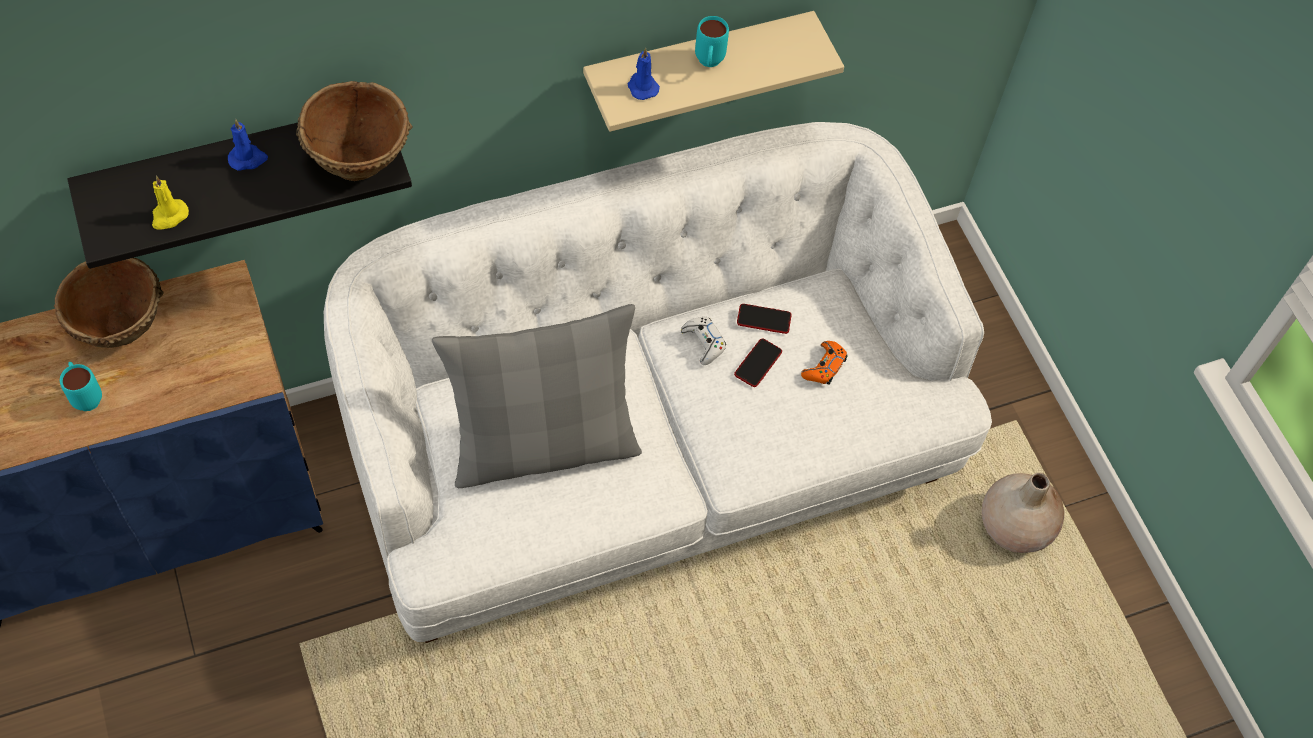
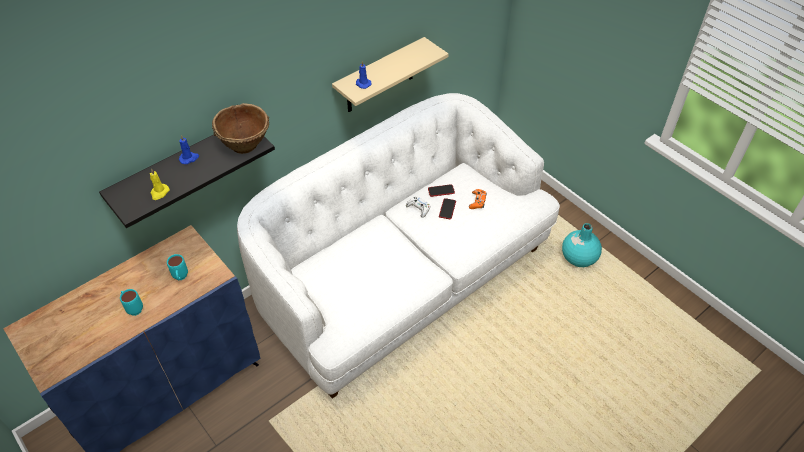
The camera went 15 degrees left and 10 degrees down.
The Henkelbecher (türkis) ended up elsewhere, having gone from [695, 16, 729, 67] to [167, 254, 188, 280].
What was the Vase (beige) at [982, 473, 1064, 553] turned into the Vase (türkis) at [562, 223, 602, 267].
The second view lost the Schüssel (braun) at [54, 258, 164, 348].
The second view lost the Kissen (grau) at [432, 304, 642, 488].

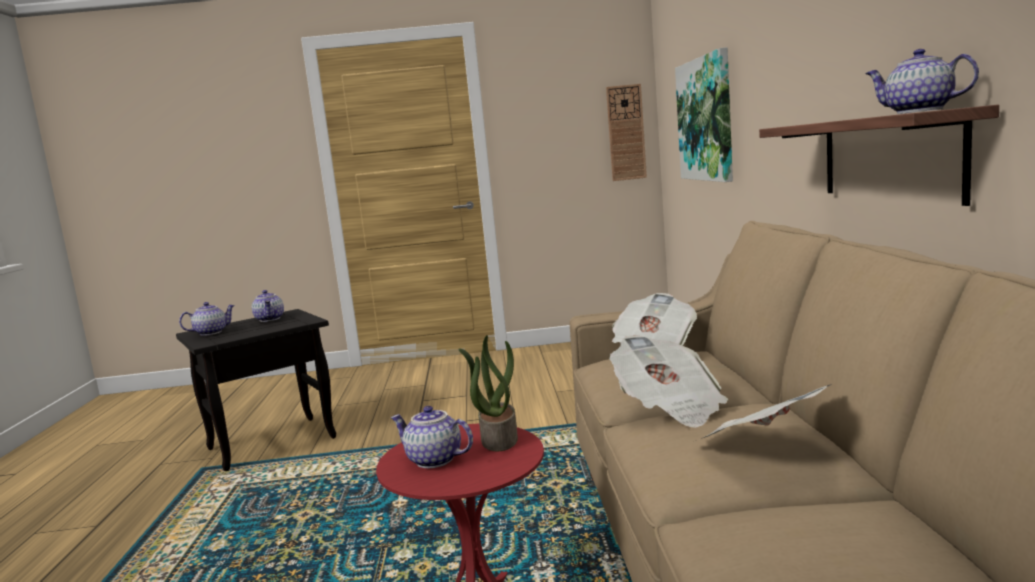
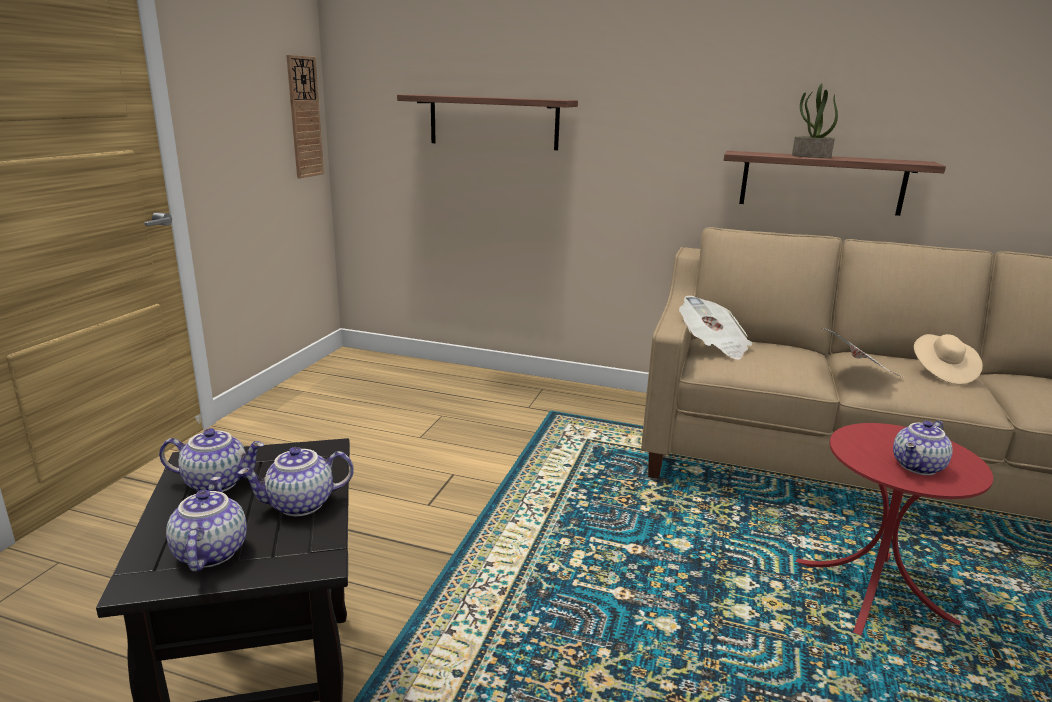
The camera went 70 degrees left and 10 degrees up.
The Teekanne ended up elsewhere, having gone from [865, 49, 979, 114] to [238, 447, 354, 516].
Where the Bild hung at [675, 47, 733, 182], the Wandregal came to hang at [397, 95, 578, 150].
The Topfpflanze ended up elsewhere, having gone from [458, 335, 518, 451] to [792, 83, 838, 158].
Where the Zeitung stood at [701, 384, 832, 439], the Hut (beige) came to stand at [914, 334, 983, 384].

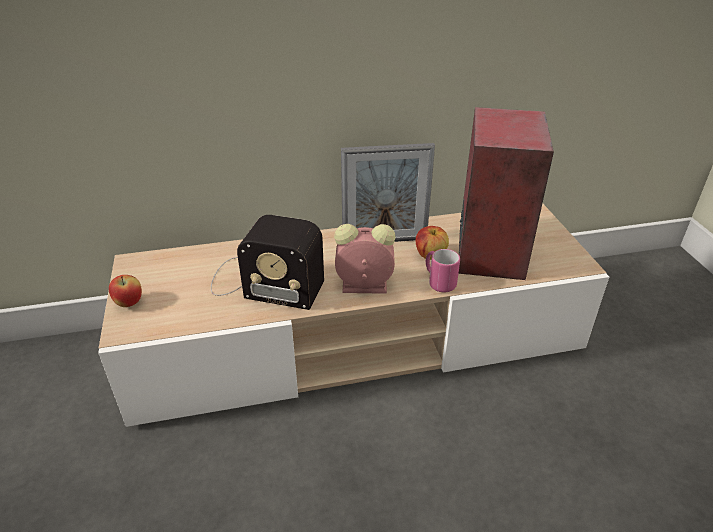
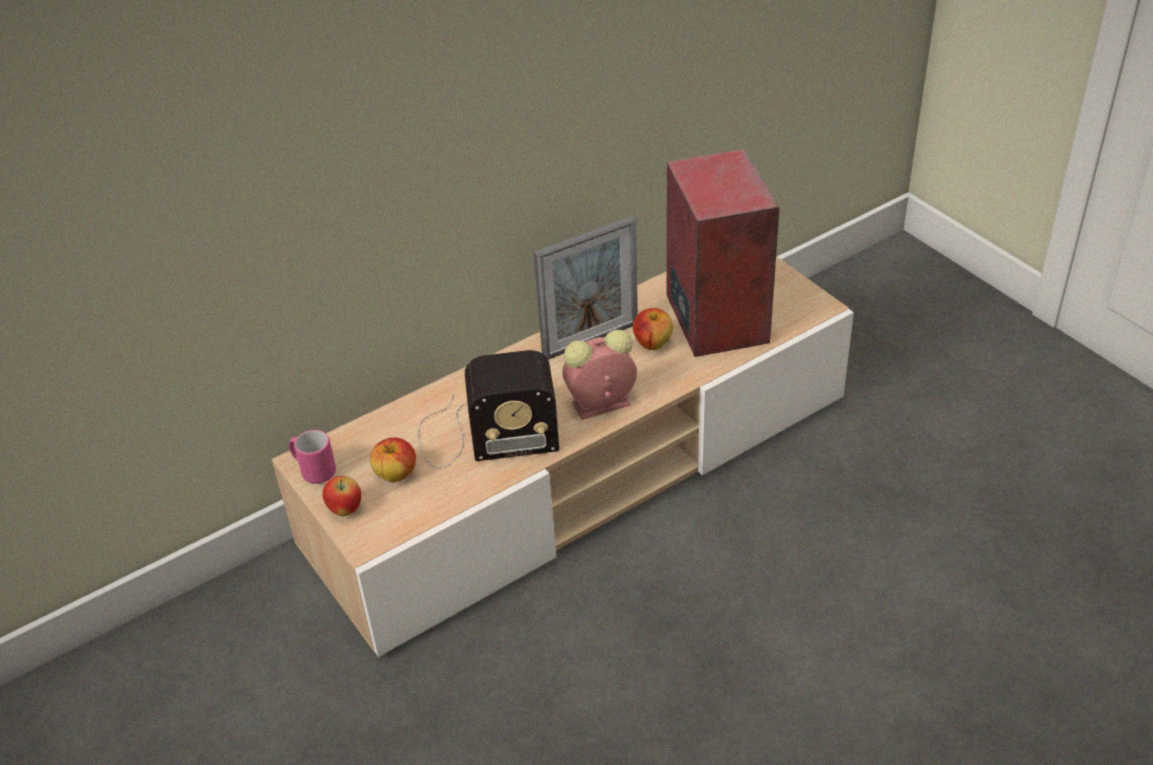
The camera went 20 degrees left and 5 degrees up.
The Henkelbecher (rosa) ended up elsewhere, having gone from [426, 249, 460, 292] to [289, 430, 336, 484].
The second view gained the Apfel at [370, 438, 416, 482].

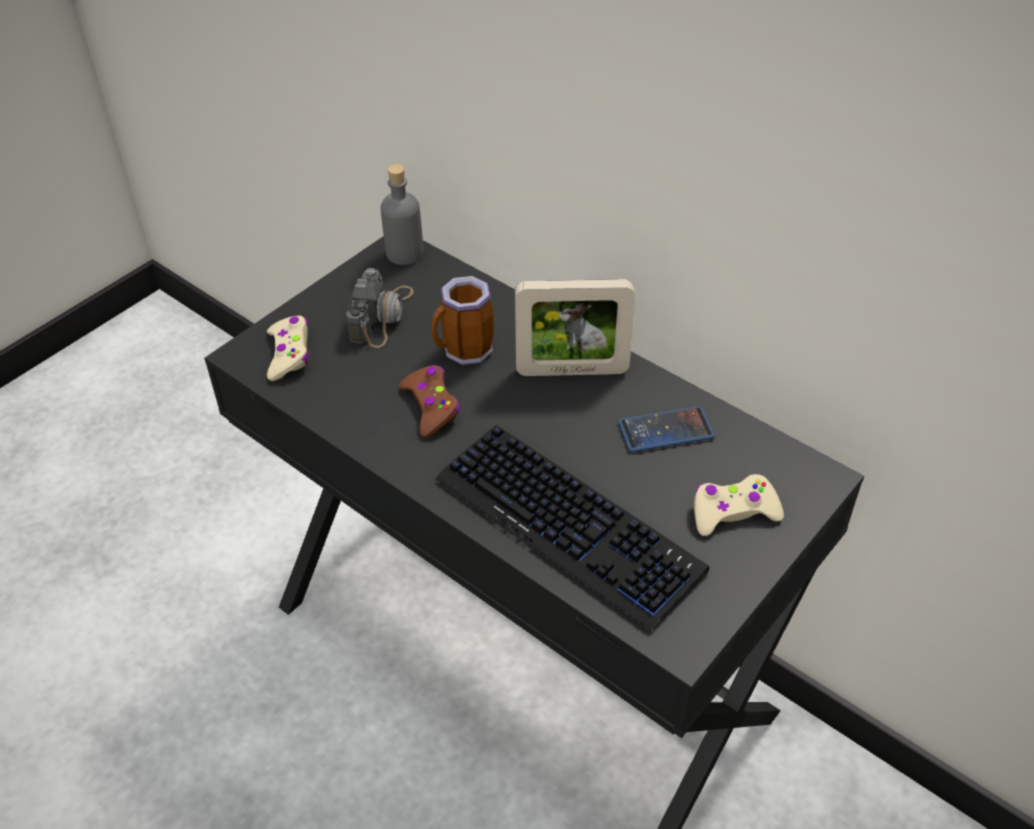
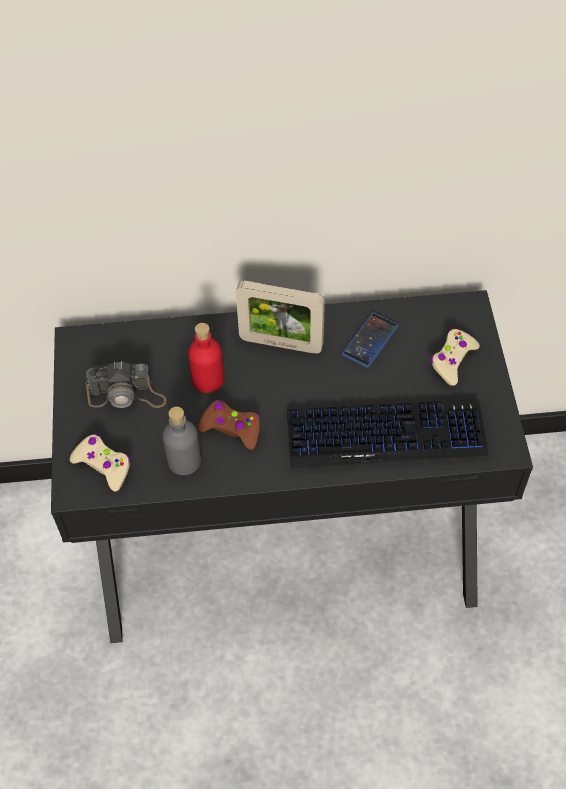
The camera went 45 degrees left and 10 degrees up.
The Kamera at [346, 268, 414, 348] ended up facing another way, 120 degrees clockwise from before.
The Flasche (grau) ended up elsewhere, having gone from [380, 164, 424, 265] to [162, 407, 201, 475].
Where the Henkelbecher stood at [431, 276, 494, 365], the Flasche (rot) came to stand at [188, 323, 224, 393].
The Bilderrahmen at [515, 279, 636, 376] ended up facing another way, 60 degrees clockwise from before.

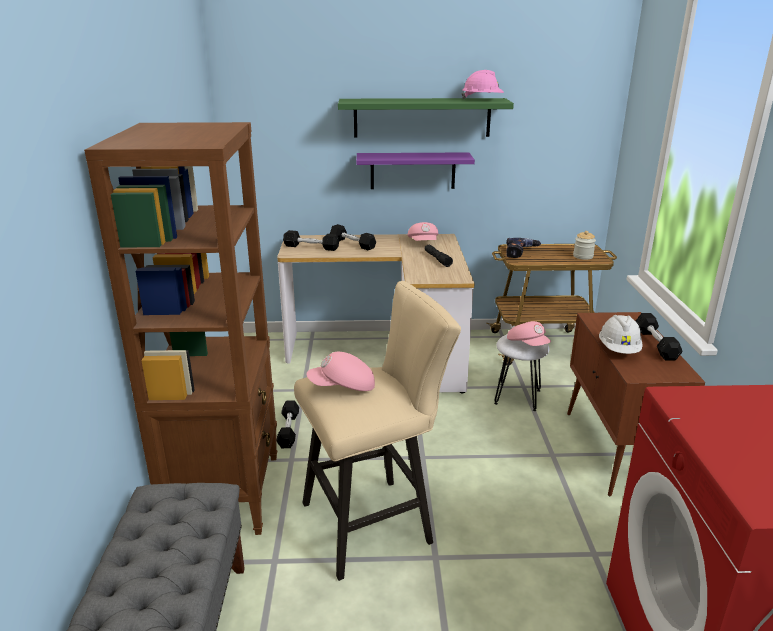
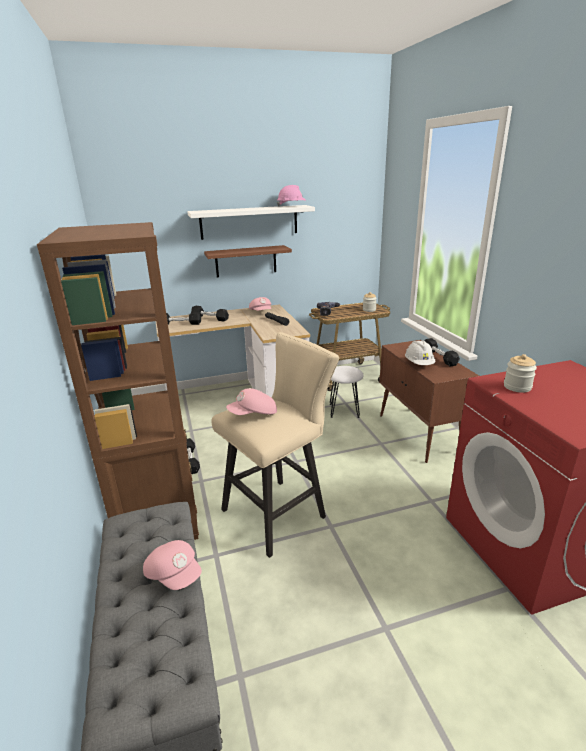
The camera went 15 degrees left and 0 degrees up.
The Kappe (rosa) ended up elsewhere, having gone from [507, 321, 551, 346] to [143, 540, 202, 590].
What was the Wandregal (grün) at [338, 98, 514, 138] turned into the Wandregal (weiß) at [187, 205, 315, 240].
What was the Wandregal (lila) at [356, 152, 475, 189] turned into the Wandregal (braun) at [204, 245, 292, 277].
The second view gained the Vorratsglas at [504, 354, 537, 393].

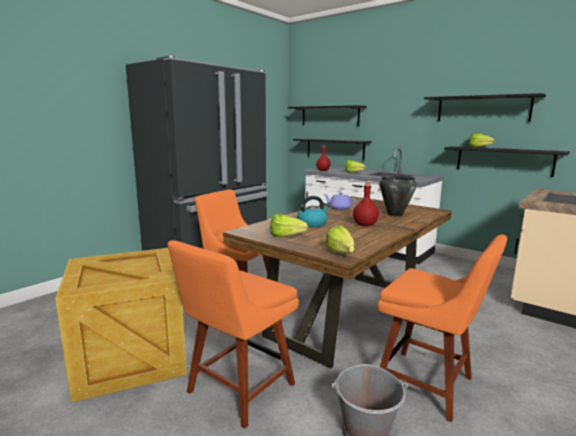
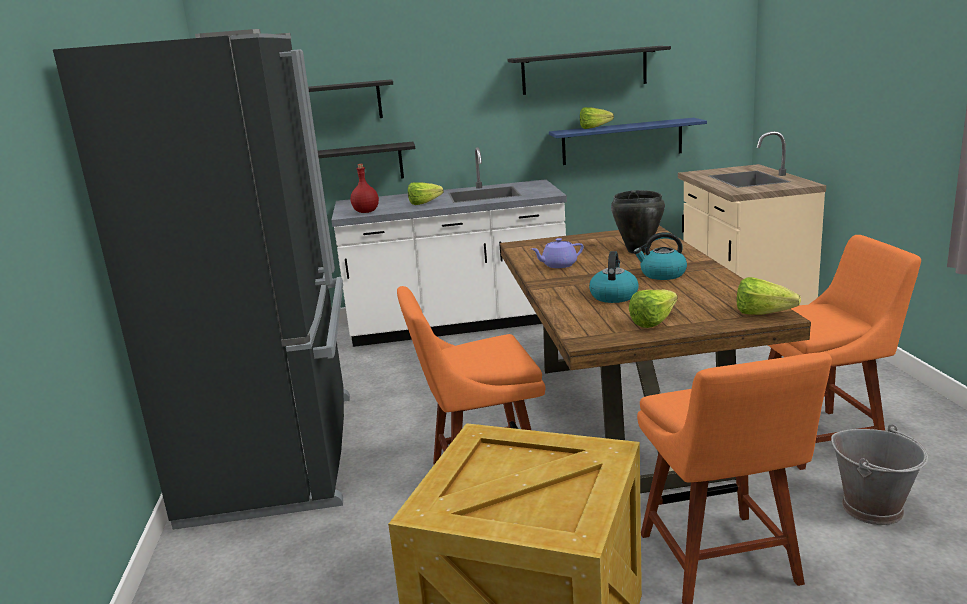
The camera went 45 degrees left and 5 degrees up.
What was the Wandregal (schwarz) at [444, 146, 570, 177] turned into the Wandregal (blau) at [549, 118, 707, 165].
Where the Flasche (rot) stood at [353, 182, 379, 226], the Wasserkessel came to stand at [633, 232, 687, 280].

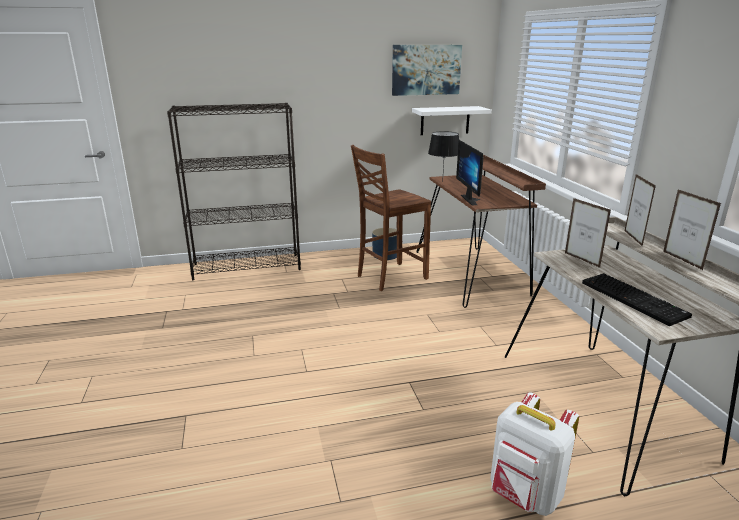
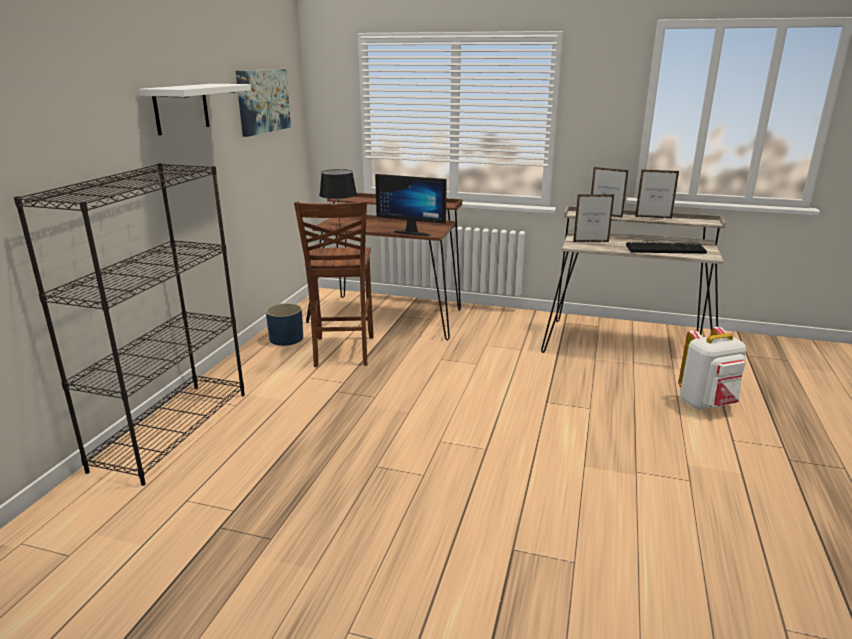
The camera went 60 degrees left and 0 degrees up.
The Wandregal (weiß) ended up elsewhere, having gone from [412, 106, 492, 135] to [139, 84, 251, 135].

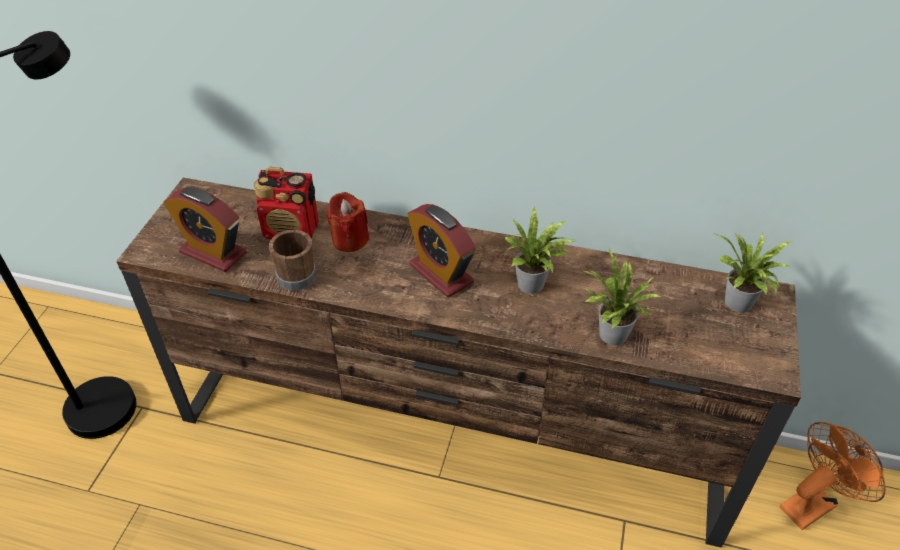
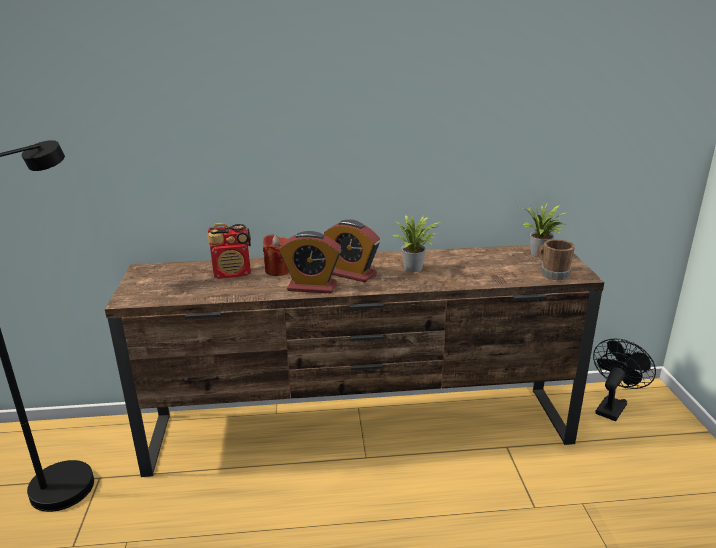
The camera went 20 degrees left and 20 degrees down.
The Wecker ended up elsewhere, having gone from [164, 187, 247, 272] to [279, 231, 341, 294].
The Henkelbecher (braun) ended up elsewhere, having gone from [269, 230, 316, 291] to [537, 239, 575, 280].
What was the Ventilator (orange) at [780, 422, 886, 530] turned into the Ventilator (schwarz) at [593, 338, 656, 421].
The second view lost the Topfpflanze at [583, 249, 661, 345].

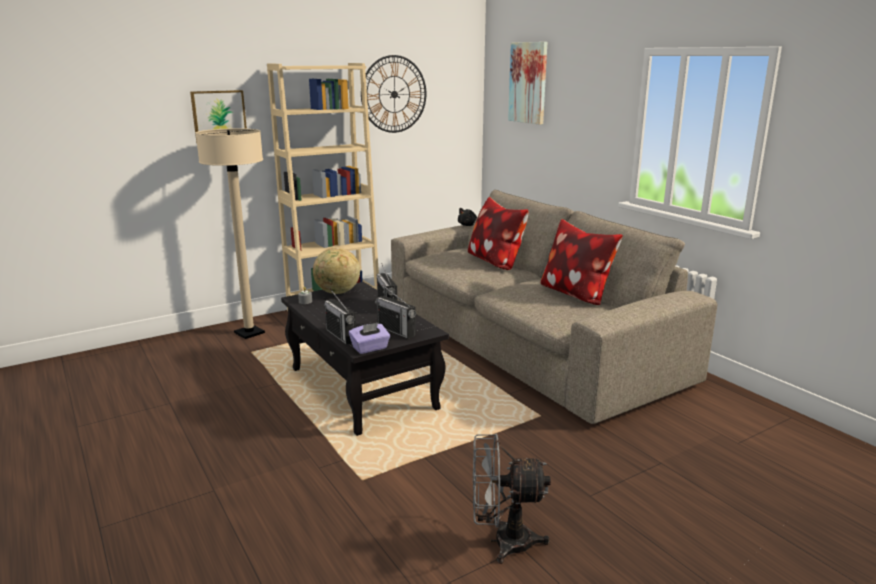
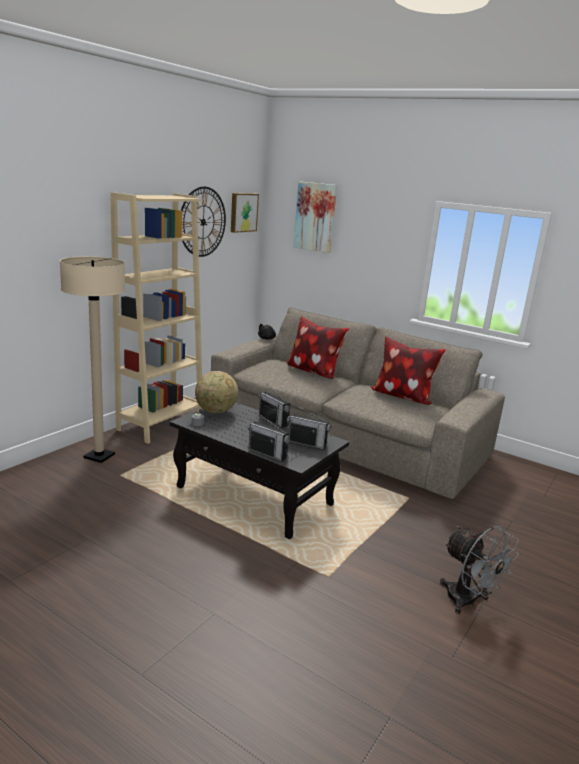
The camera went 25 degrees left and 0 degrees up.
The Bild ended up elsewhere, having gone from [190, 90, 247, 143] to [231, 193, 259, 233].
The Ventilator (grau) at [473, 433, 551, 564] ended up facing another way, 105 degrees counterclockwise from before.
The second view lost the Taschentuchbox (lila) at [349, 323, 390, 354].

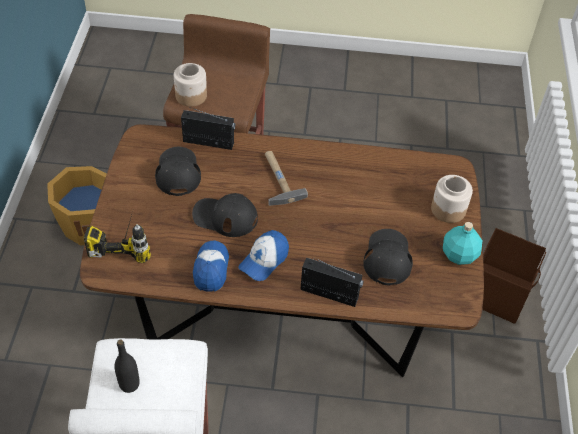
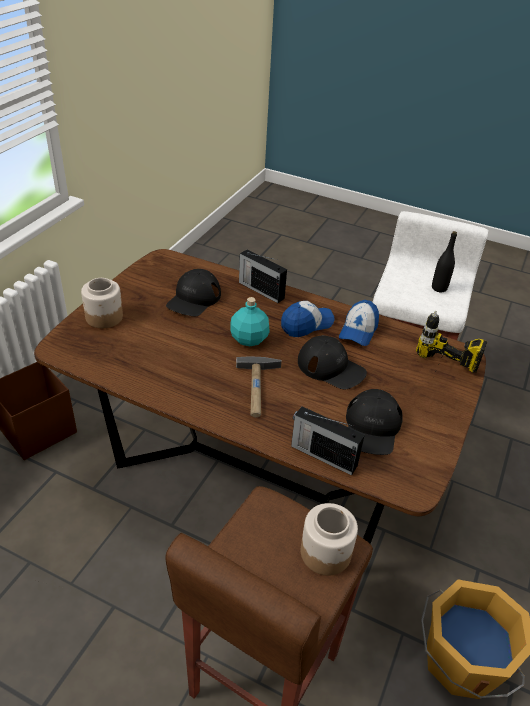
The camera went 160 degrees left and 10 degrees down.
The Flasche (türkis) ended up elsewhere, having gone from [443, 222, 482, 265] to [230, 297, 270, 346].

